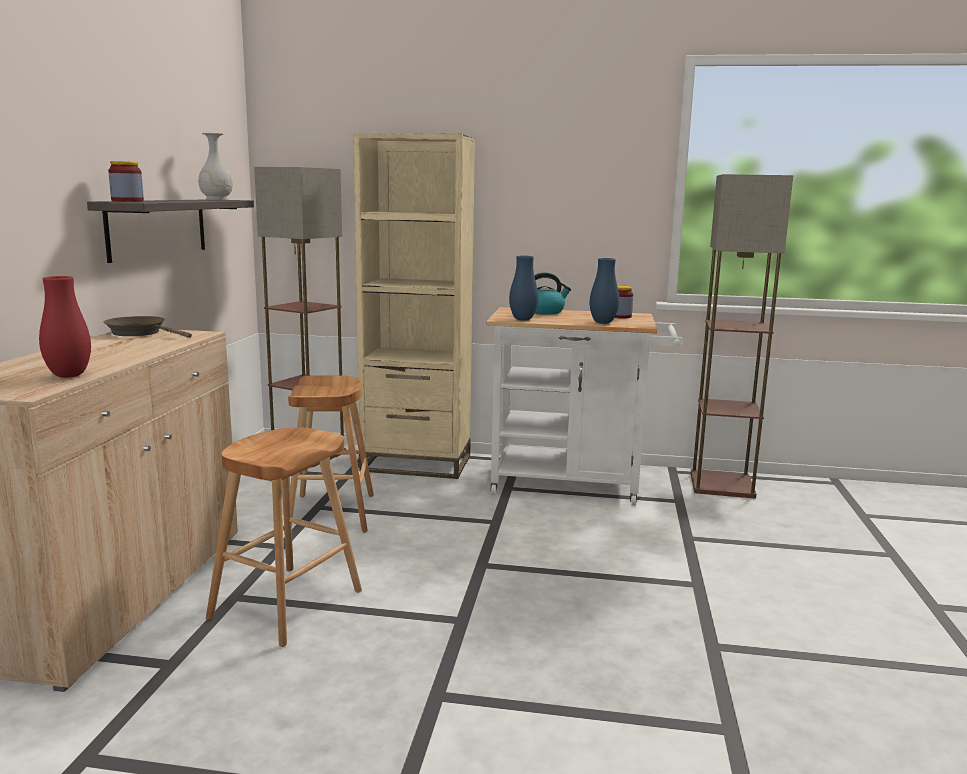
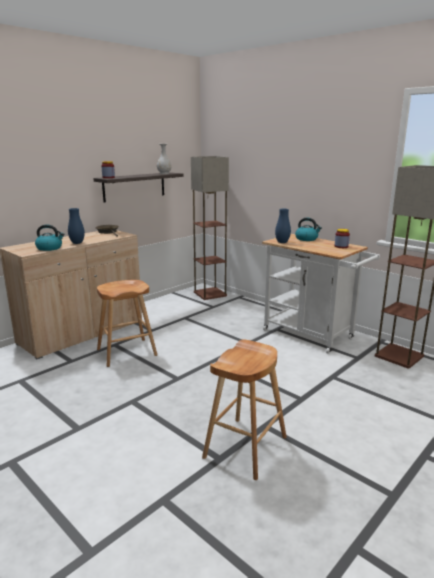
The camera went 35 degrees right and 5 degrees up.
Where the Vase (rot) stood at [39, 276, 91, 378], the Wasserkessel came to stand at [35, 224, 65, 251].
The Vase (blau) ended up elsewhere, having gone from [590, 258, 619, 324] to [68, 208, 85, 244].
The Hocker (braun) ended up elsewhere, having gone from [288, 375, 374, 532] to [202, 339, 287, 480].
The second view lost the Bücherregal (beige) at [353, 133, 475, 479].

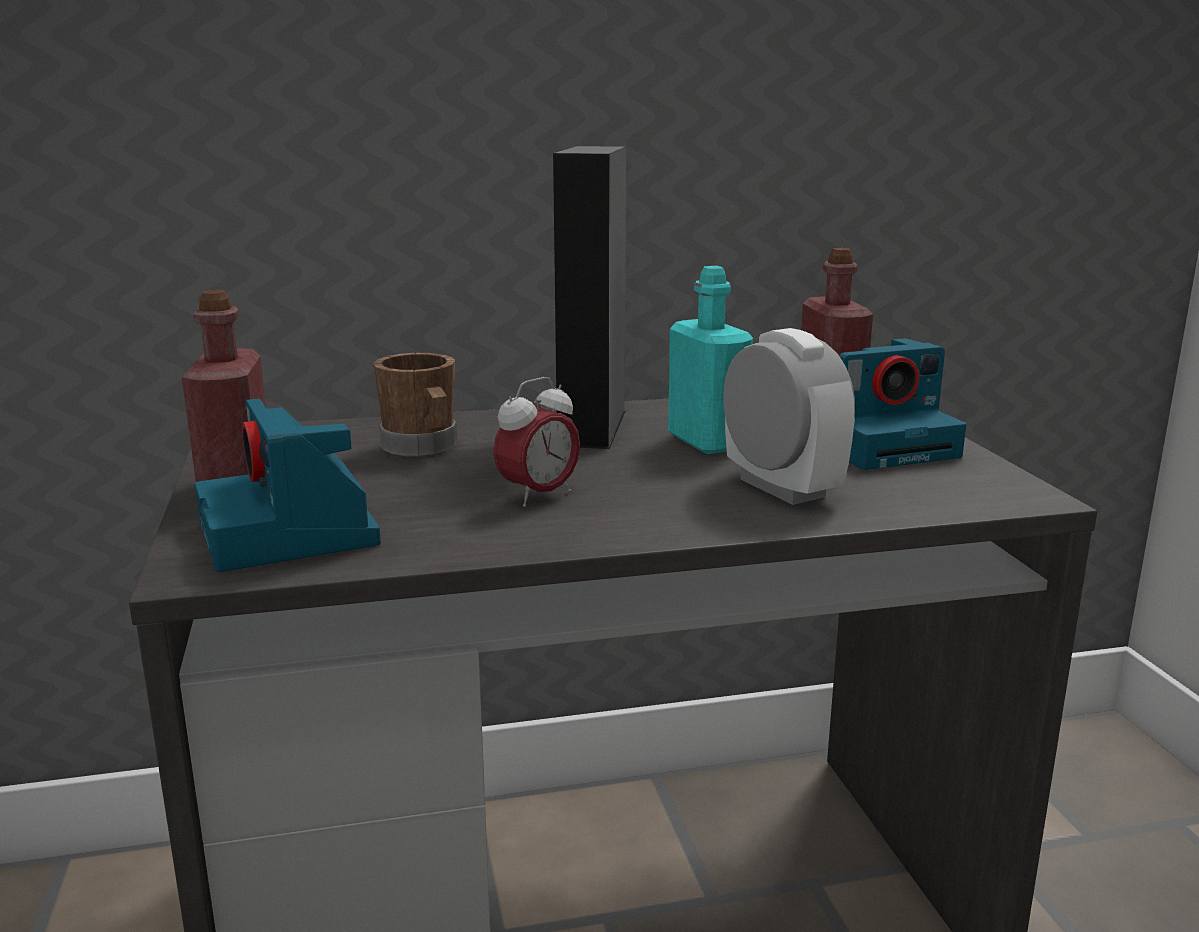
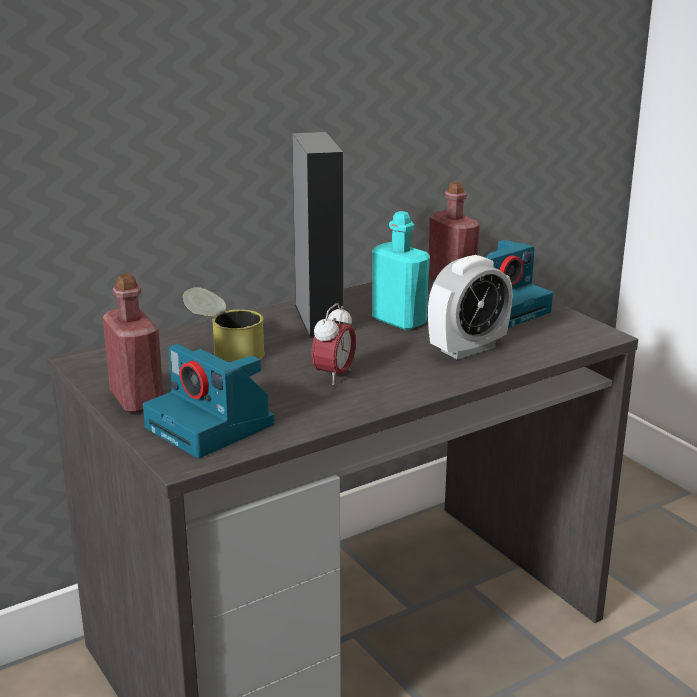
The camera went 20 degrees left and 5 degrees up.
Where the Henkelbecher (braun) stood at [373, 353, 457, 457], the Dose came to stand at [183, 287, 265, 362].
The Wecker at [723, 328, 855, 505] ended up facing another way, 105 degrees clockwise from before.

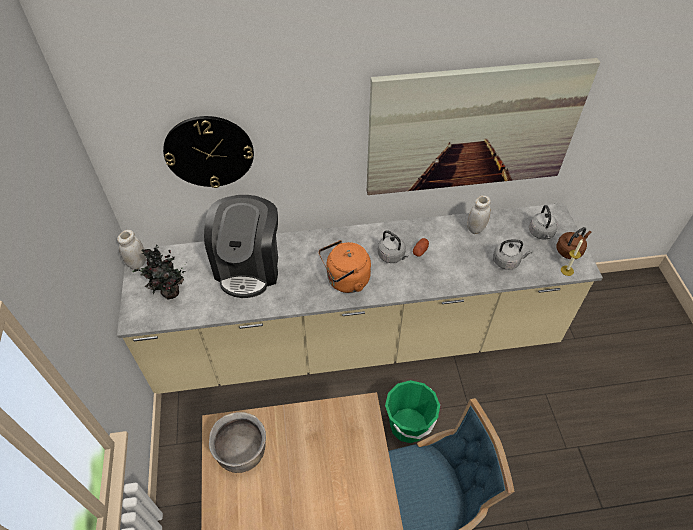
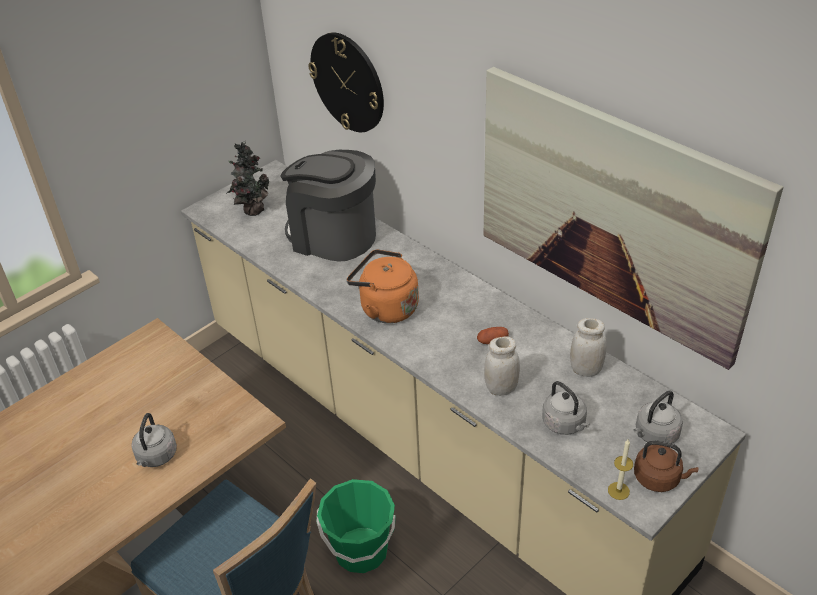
The camera went 55 degrees right and 10 degrees down.
The Wasserkessel (grau) ended up elsewhere, having gone from [378, 230, 409, 263] to [132, 413, 177, 467].
The Kaffeemaschine at [204, 195, 278, 298] ended up facing another way, 60 degrees clockwise from before.
The Vorratsglas (weiß) ended up elsewhere, having gone from [117, 230, 146, 270] to [484, 336, 520, 396].
The second view lost the Kochtopf (braun) at [209, 412, 266, 473].

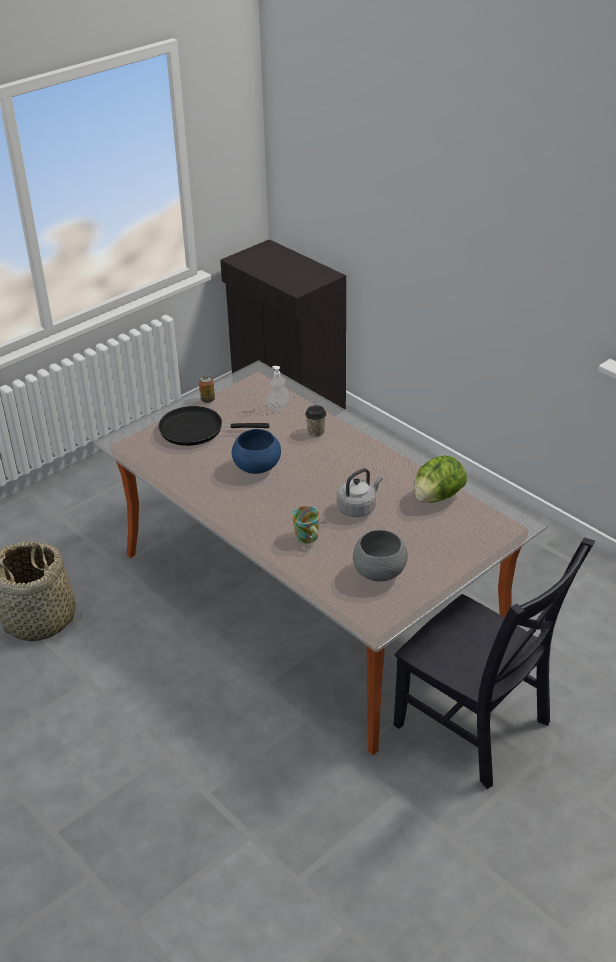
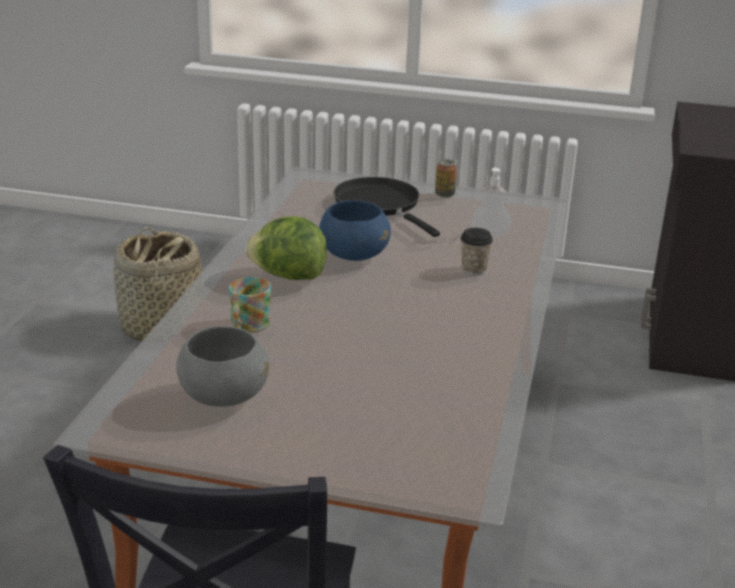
The camera went 55 degrees right and 10 degrees down.
The Salatkopf ended up elsewhere, having gone from [414, 456, 467, 503] to [246, 216, 327, 280].
The second view lost the Wasserkessel (grau) at [337, 468, 382, 517].

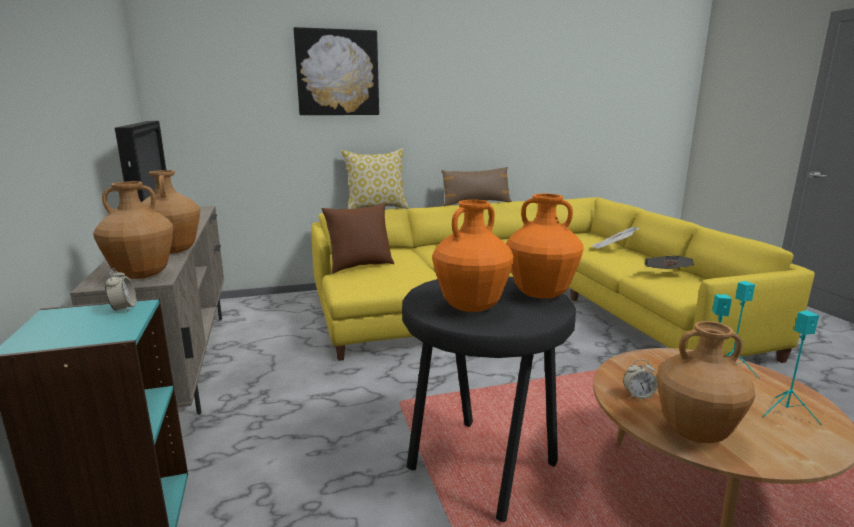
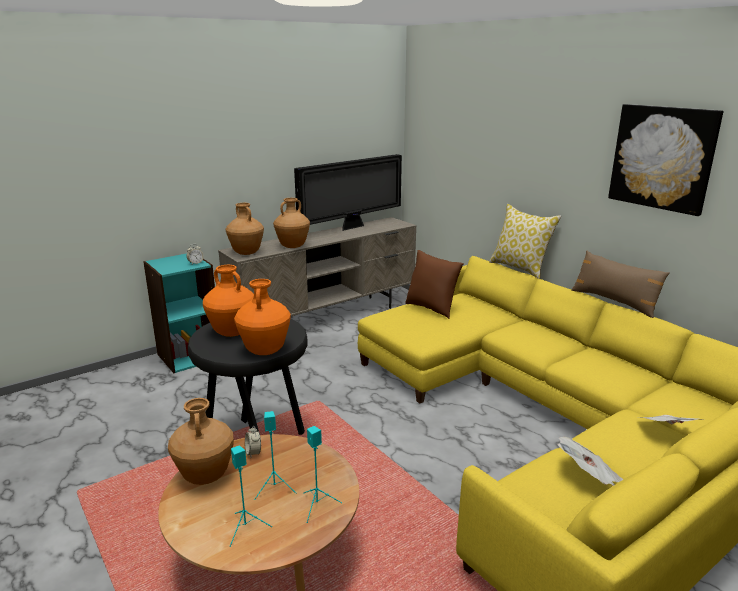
The camera went 70 degrees right and 5 degrees up.
The Bild ended up elsewhere, having gone from [293, 27, 379, 115] to [608, 104, 723, 216].

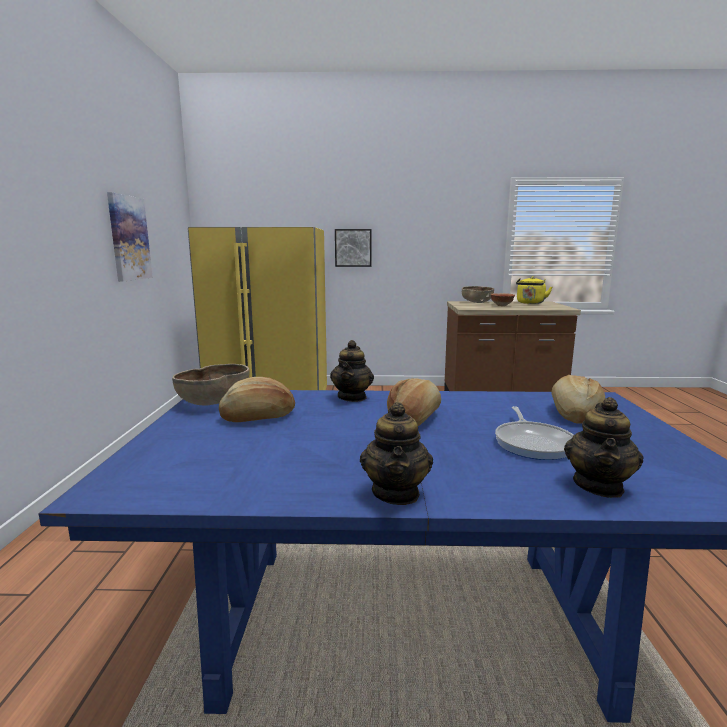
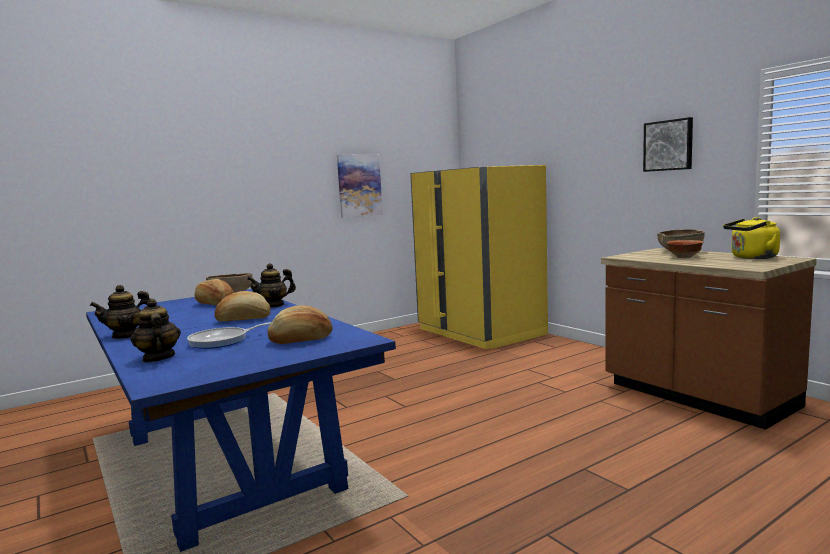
The camera went 55 degrees right and 5 degrees down.
The Teekanne at [564, 397, 644, 498] ended up facing another way, 75 degrees clockwise from before.
The Bild ended up elsewhere, having gone from [335, 229, 372, 267] to [643, 117, 693, 172].

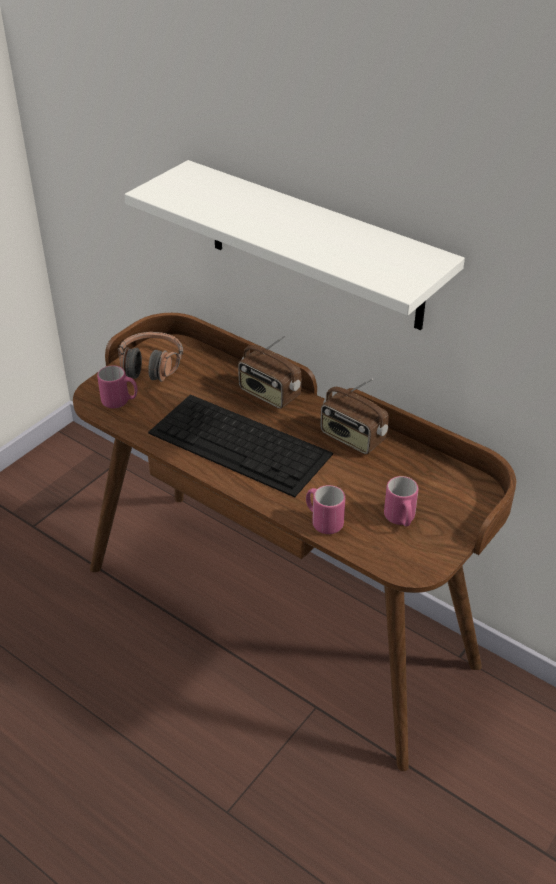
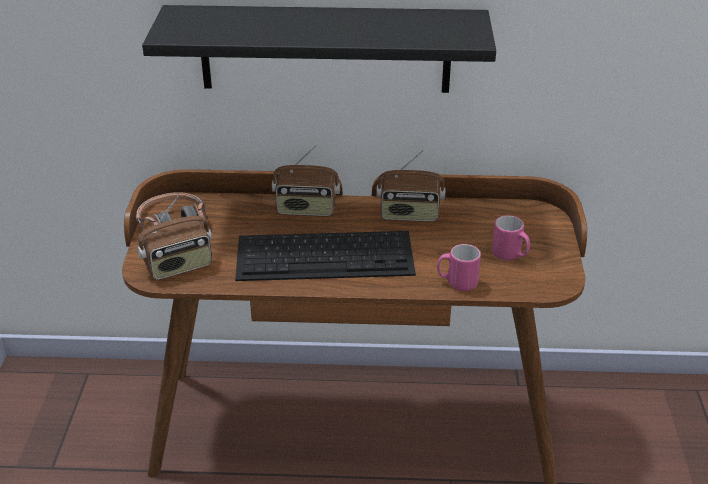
The camera went 35 degrees left and 5 degrees down.
Where the Henkelbecher (rosa) stood at [97, 365, 138, 408], the Radio came to stand at [137, 195, 212, 280].
What was the Wandregal (weiß) at [125, 160, 465, 330] turned into the Wandregal (schwarz) at [142, 5, 496, 93].

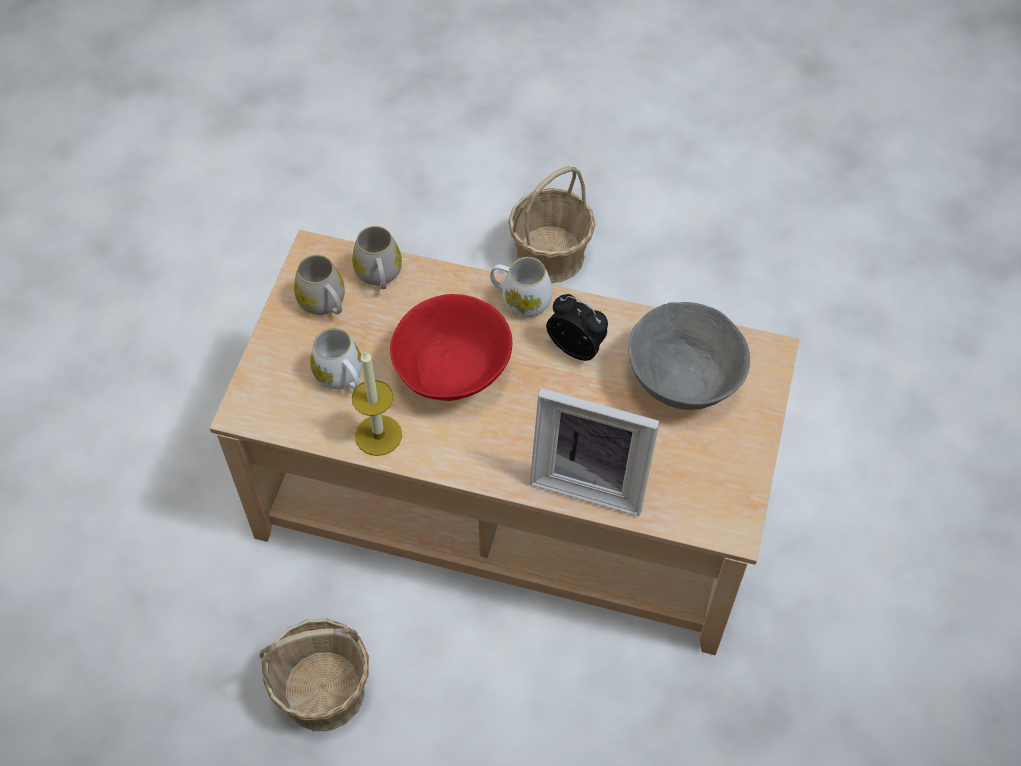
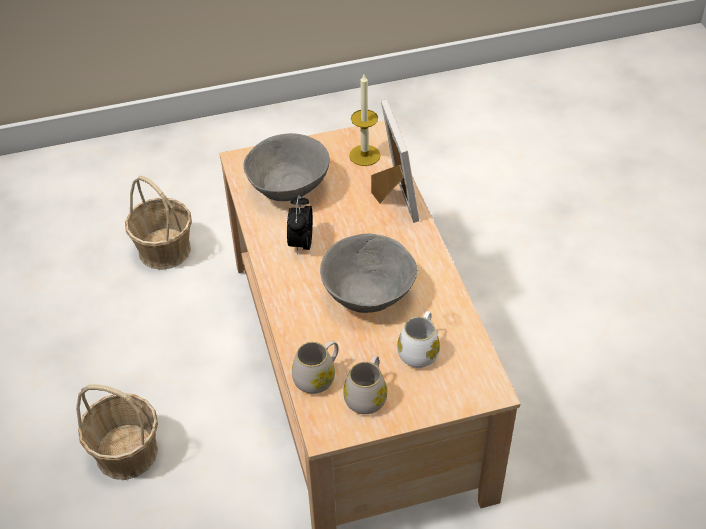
The camera went 120 degrees left and 10 degrees down.
The Korb ended up elsewhere, having gone from [260, 618, 369, 731] to [125, 176, 192, 270].
What was the Schüssel (rot) at [390, 294, 512, 401] turned into the Schüssel (grau) at [320, 234, 418, 313].
The Kerze ended up elsewhere, having gone from [352, 350, 402, 456] to [349, 74, 380, 166].
The second view lost the Henkelbecher (weiß) at [490, 257, 552, 317].

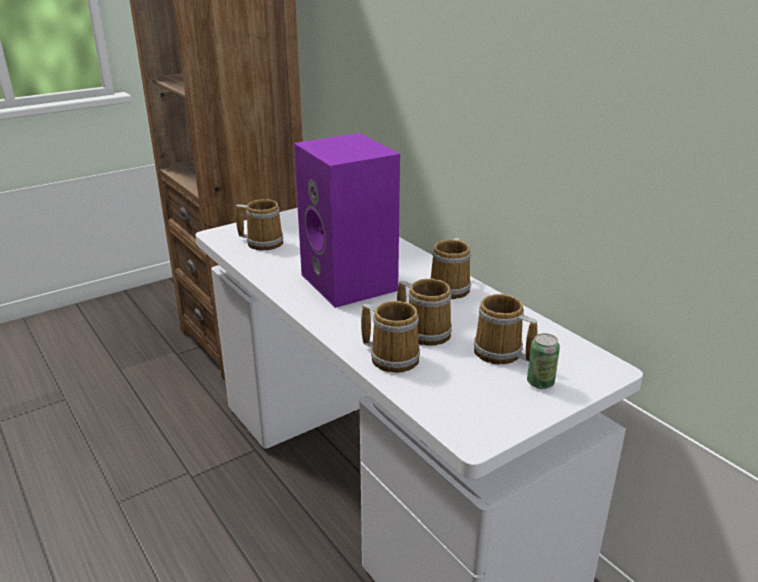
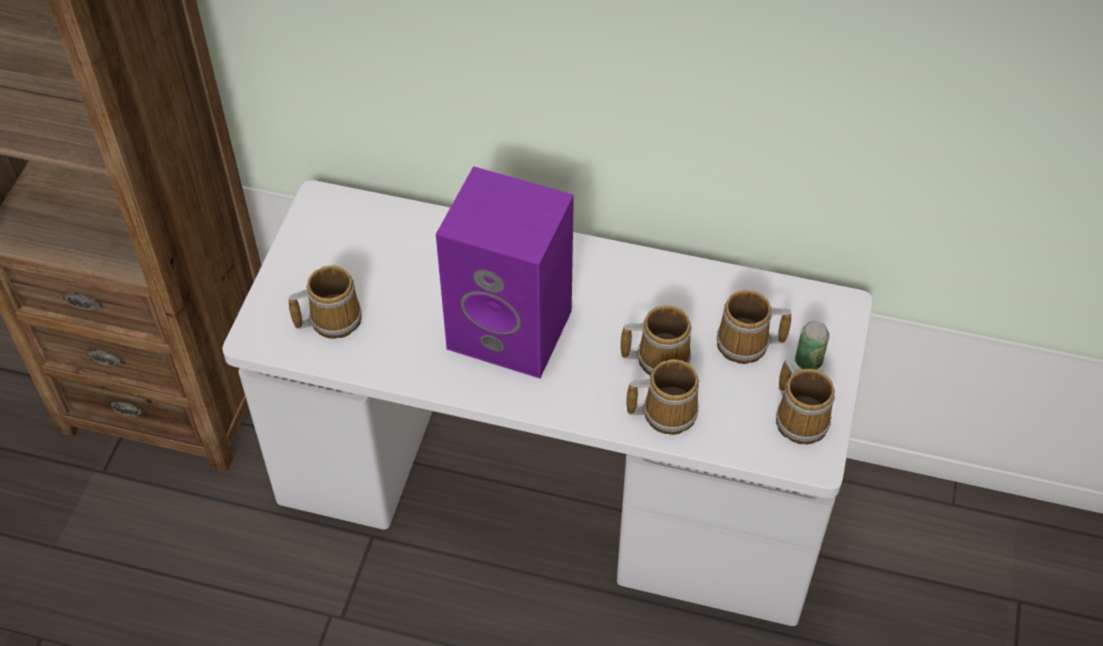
The camera went 40 degrees left and 25 degrees up.
The Henkelbecher ended up elsewhere, having gone from [430, 238, 471, 299] to [776, 358, 835, 445].

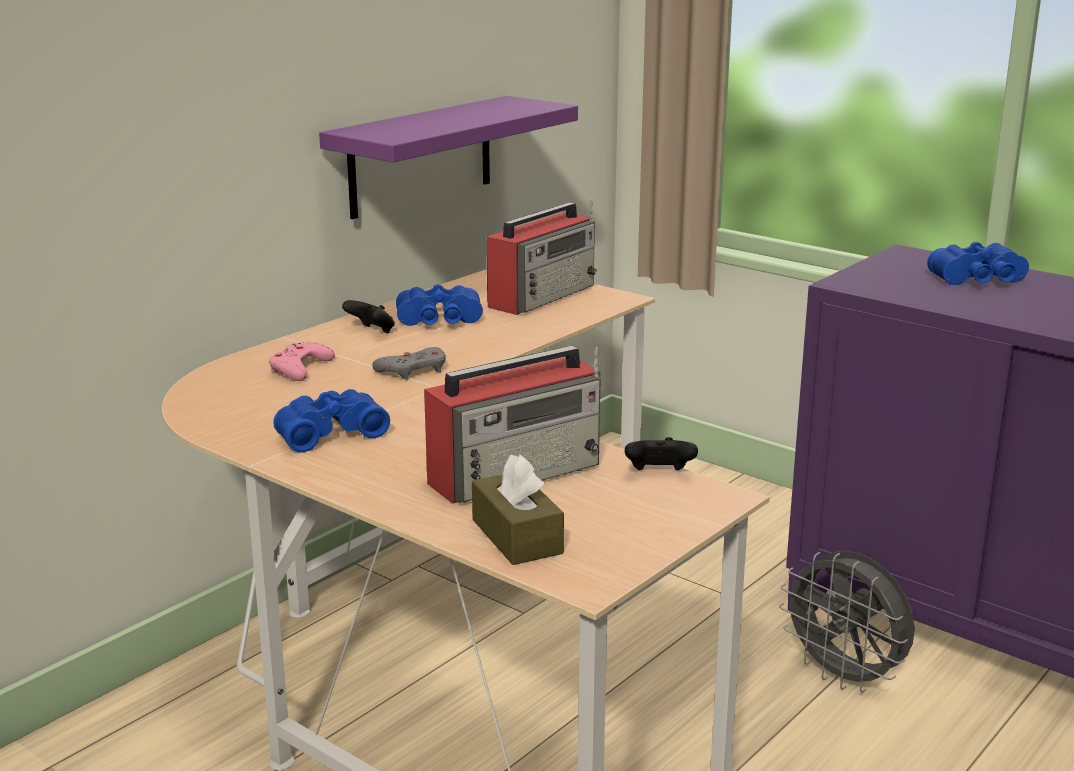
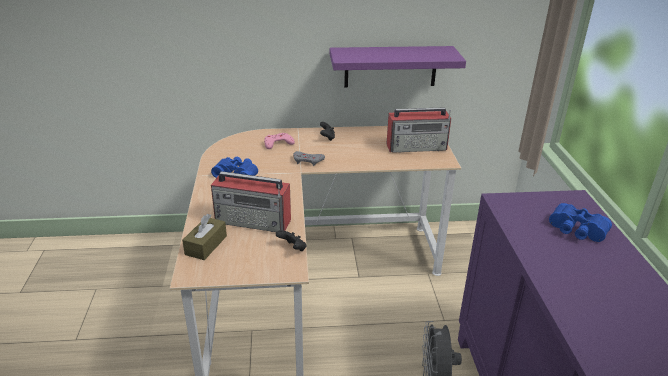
The camera went 45 degrees right and 10 degrees up.
The second view lost the Fernglas (blau) at [396, 284, 483, 326].

